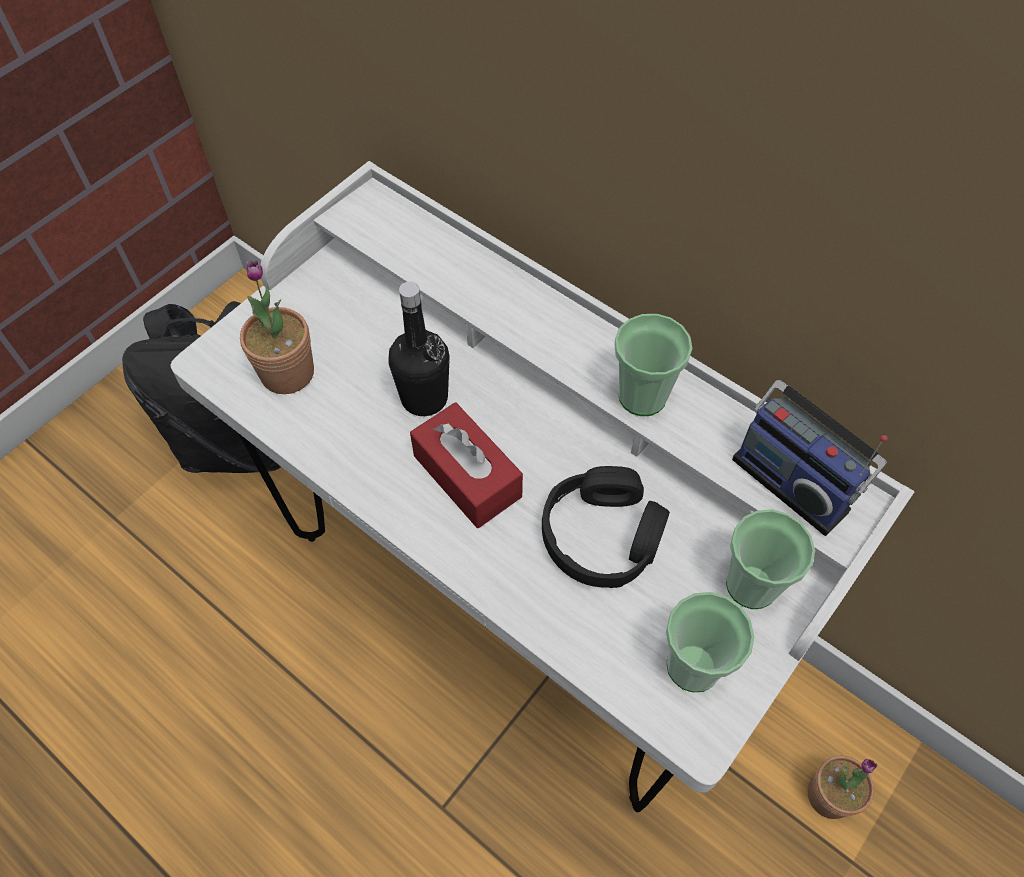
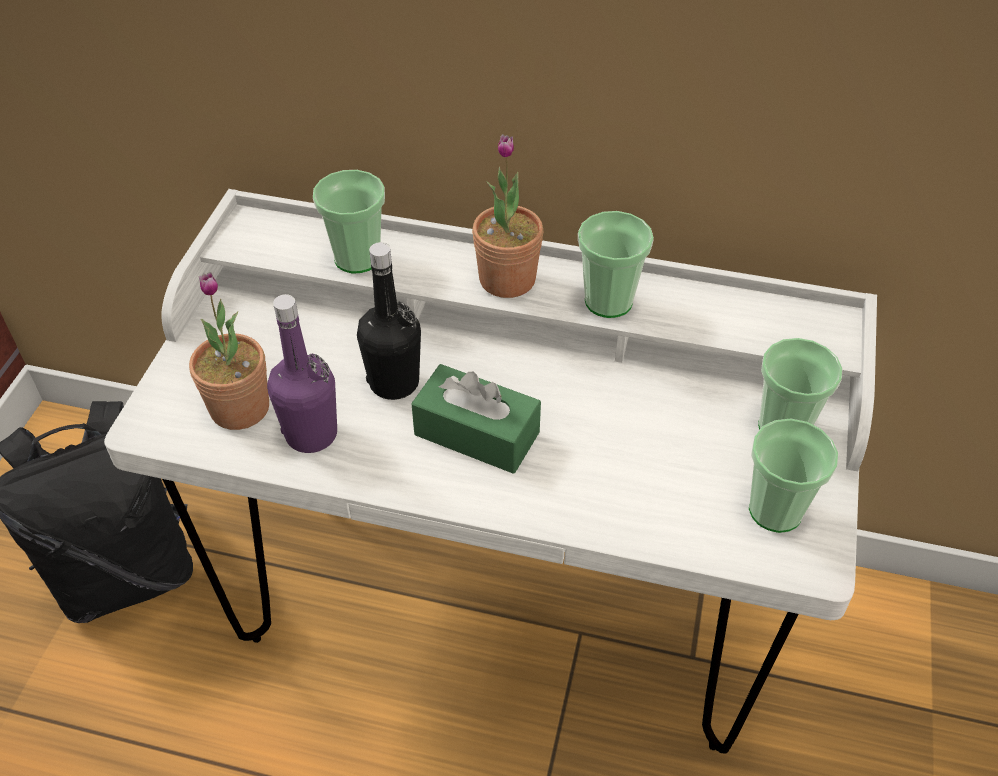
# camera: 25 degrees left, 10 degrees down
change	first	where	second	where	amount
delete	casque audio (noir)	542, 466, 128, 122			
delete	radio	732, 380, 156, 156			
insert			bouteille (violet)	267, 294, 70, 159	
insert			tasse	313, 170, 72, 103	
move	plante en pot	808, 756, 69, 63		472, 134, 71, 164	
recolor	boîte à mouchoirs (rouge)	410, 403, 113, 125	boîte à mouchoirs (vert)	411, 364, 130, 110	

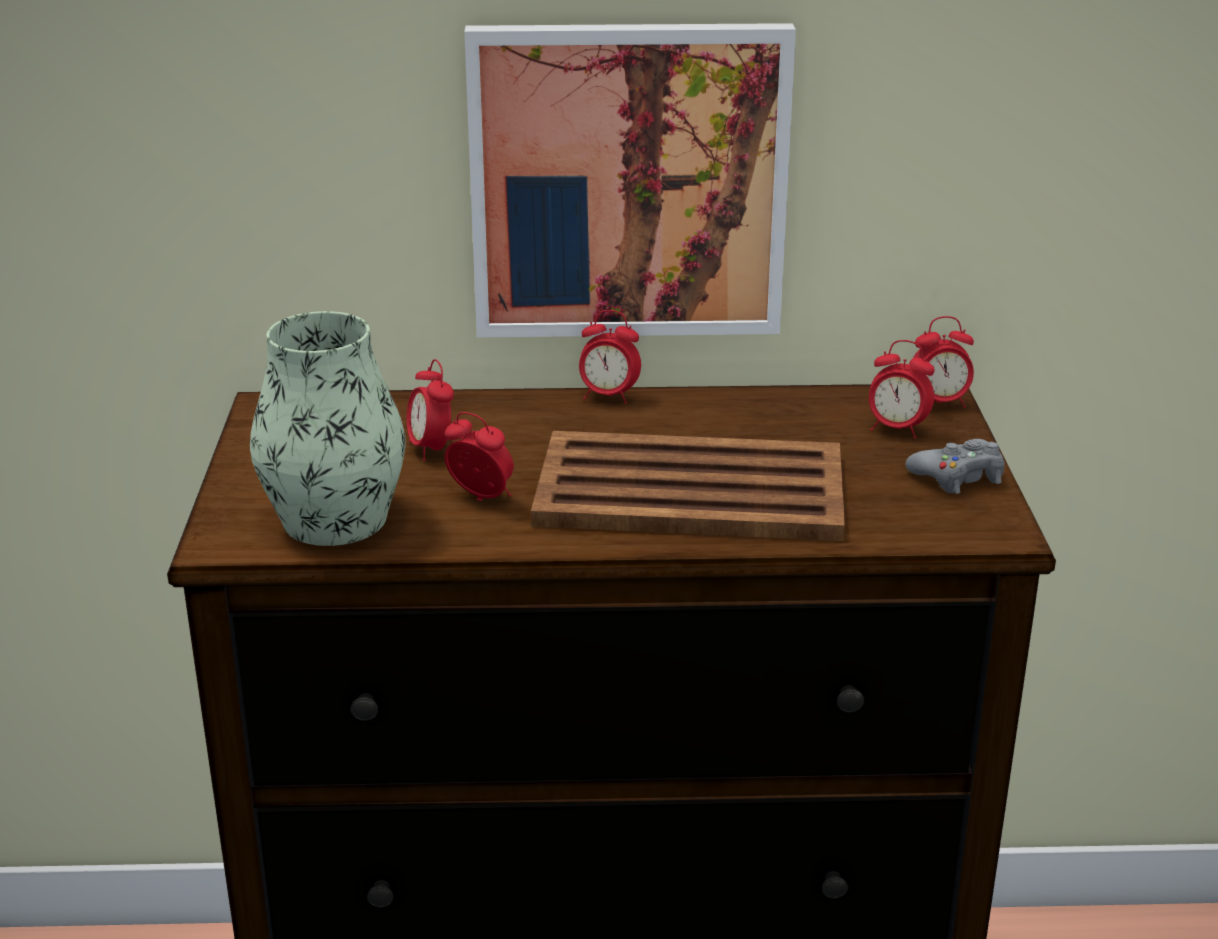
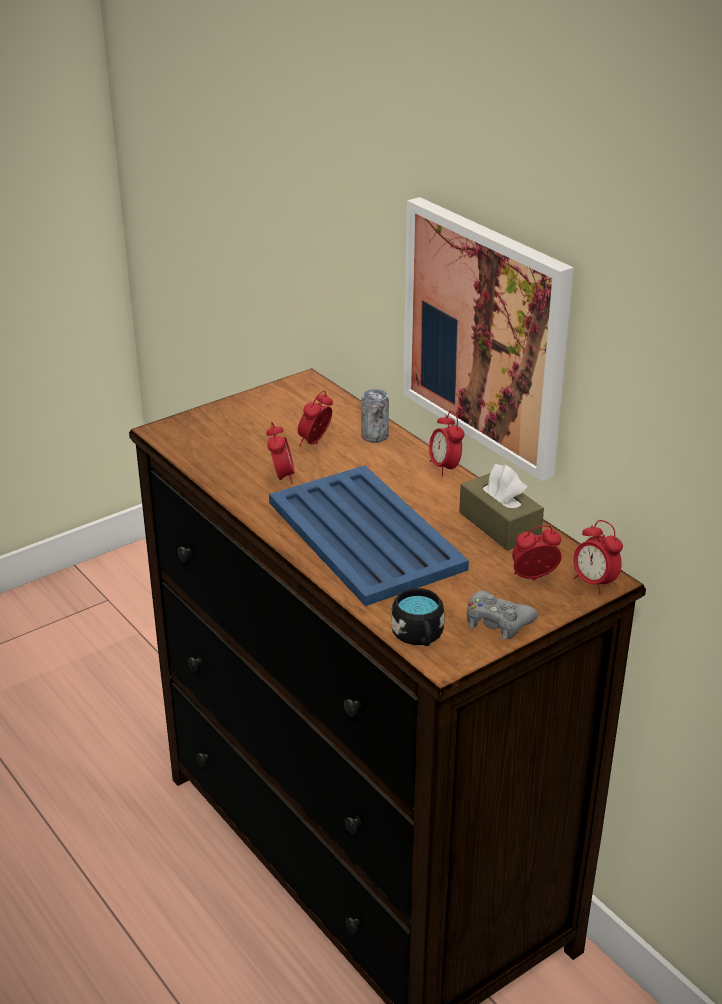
# camera: 55 degrees right, 5 degrees up
change	first	where	second	where	amount
delete	vase	250, 311, 155, 235			
insert			boîte métallique	361, 389, 28, 54	
insert			mug (noir)	391, 588, 54, 58	
insert			boîte à mouchoirs (marron)	459, 464, 85, 87	
recolor	plateau (marron)	531, 431, 314, 110	plateau (bleu)	269, 465, 200, 141	
rotate	réveil	869, 340, 66, 99		512, 526, 50, 55	90 degrees clockwise

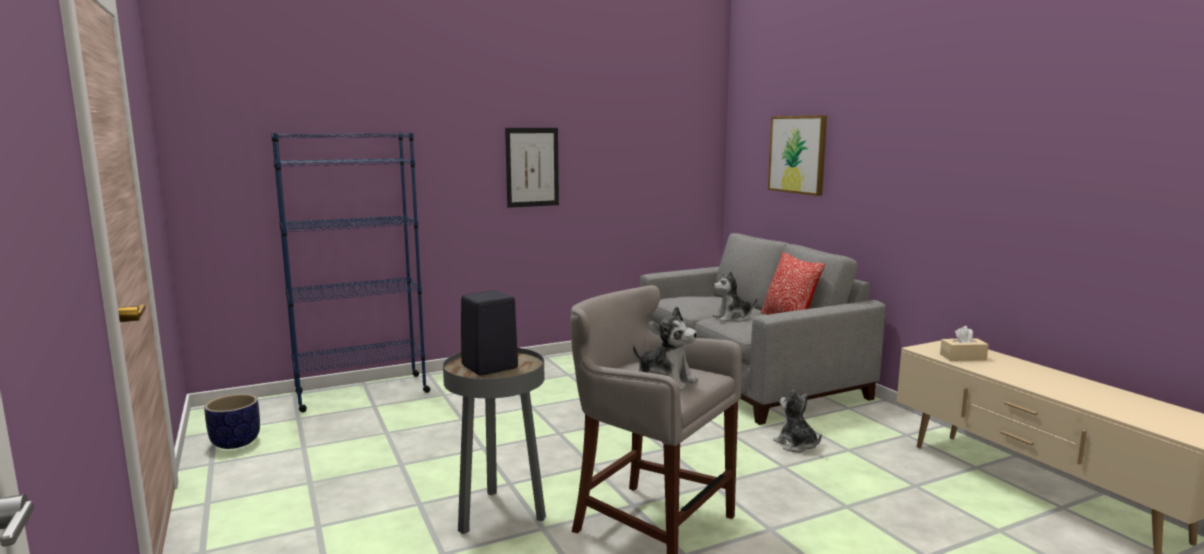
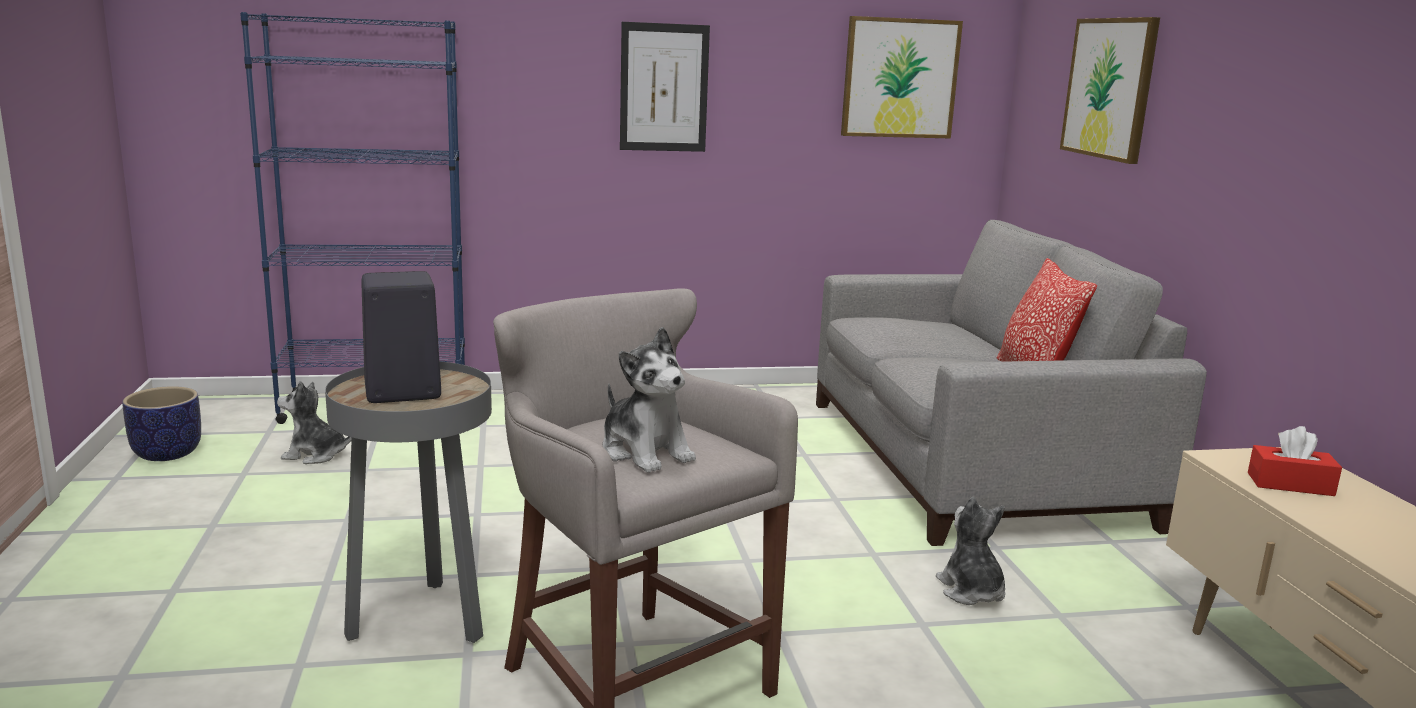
# camera: 15 degrees right, 5 degrees up
change	first	where	second	where	amount
insert			tableau	841, 16, 122, 123	
move	peluche	713, 271, 45, 51		277, 381, 75, 83	
recolor	boîte à mouchoirs (beige)	940, 326, 49, 35	boîte à mouchoirs (rouge)	1248, 426, 94, 70	

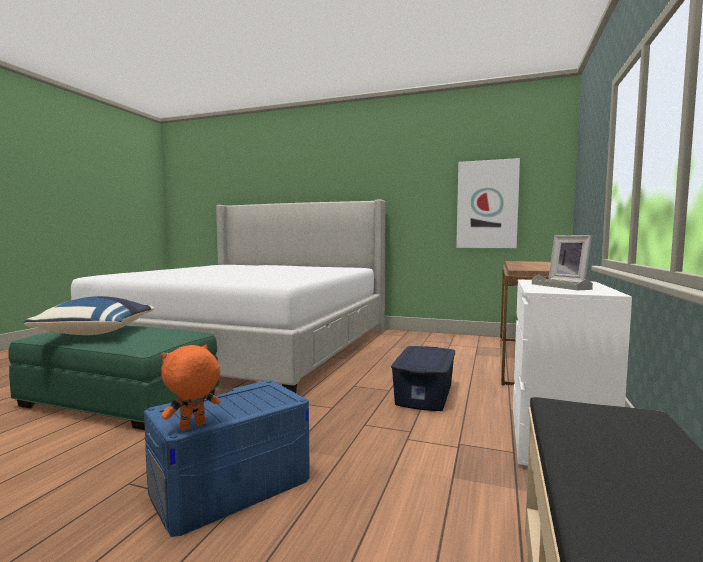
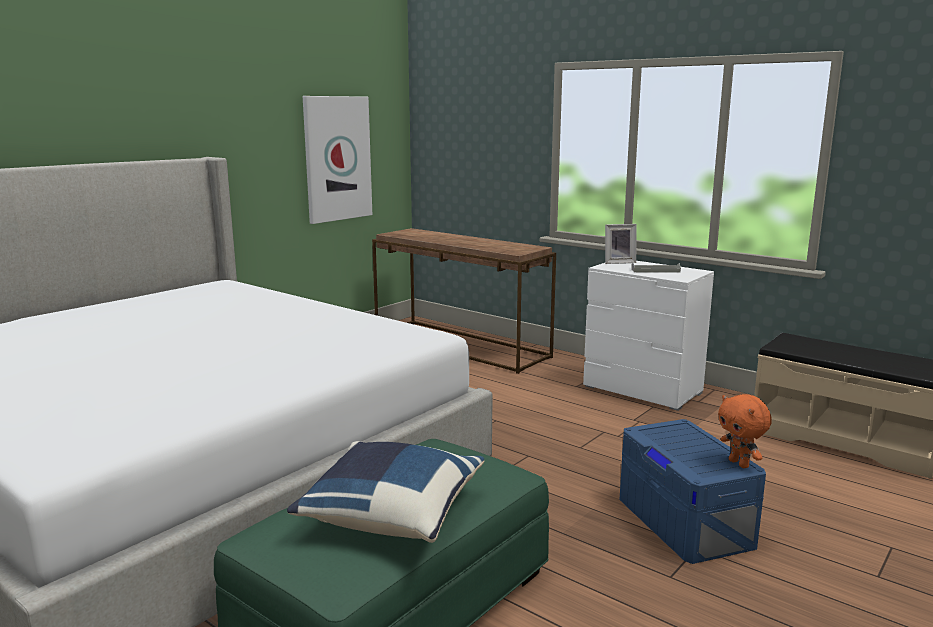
# camera: 70 degrees left, 10 degrees up
change	first	where	second	where	amount
delete	boîte de rangement (bleu)	391, 346, 64, 65			

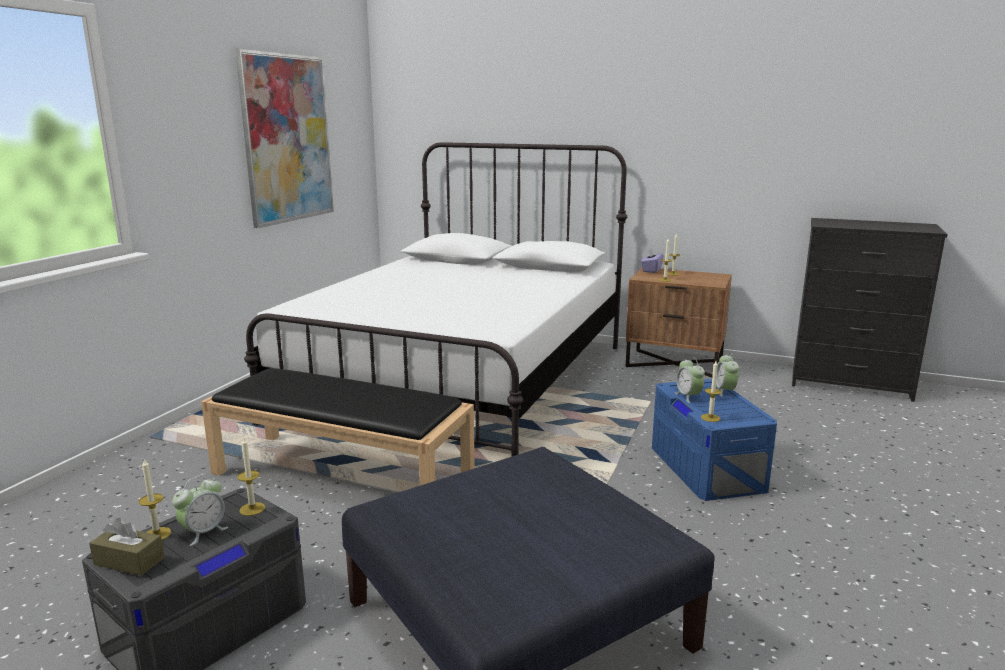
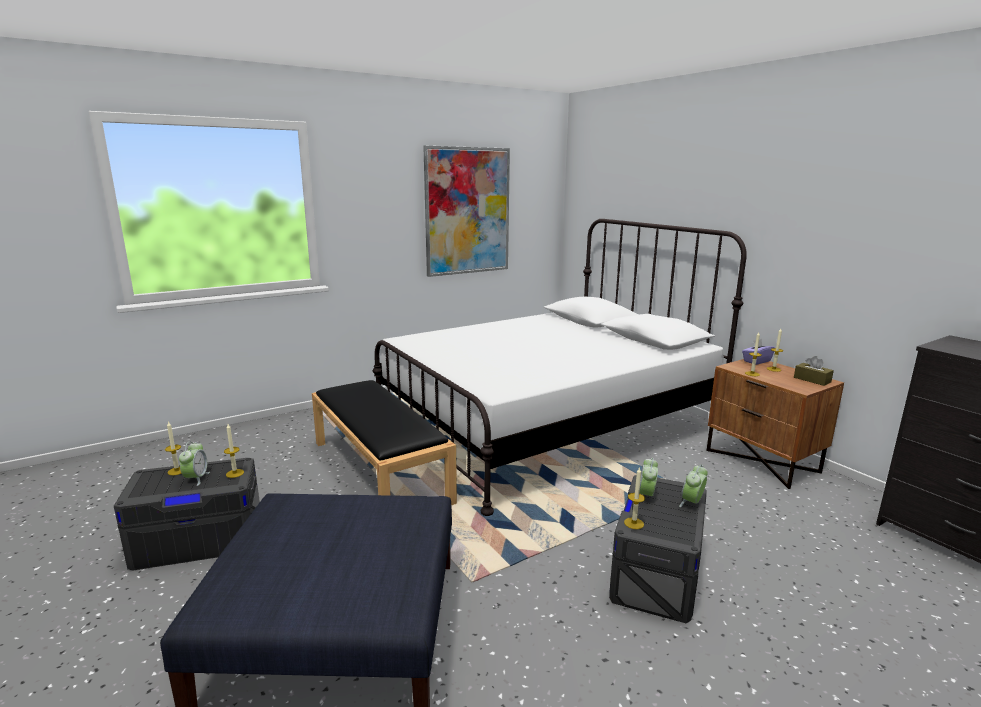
# camera: 35 degrees right, 0 degrees up
change	first	where	second	where	amount
move	boîte à mouchoirs (marron)	89, 518, 76, 58		794, 356, 40, 30	
recolor	boîte de rangement (bleu)	652, 379, 125, 122	boîte de rangement (gris)	609, 475, 98, 149	
rotate	réveil	172, 476, 56, 70		179, 441, 31, 45	75 degrees counterclockwise

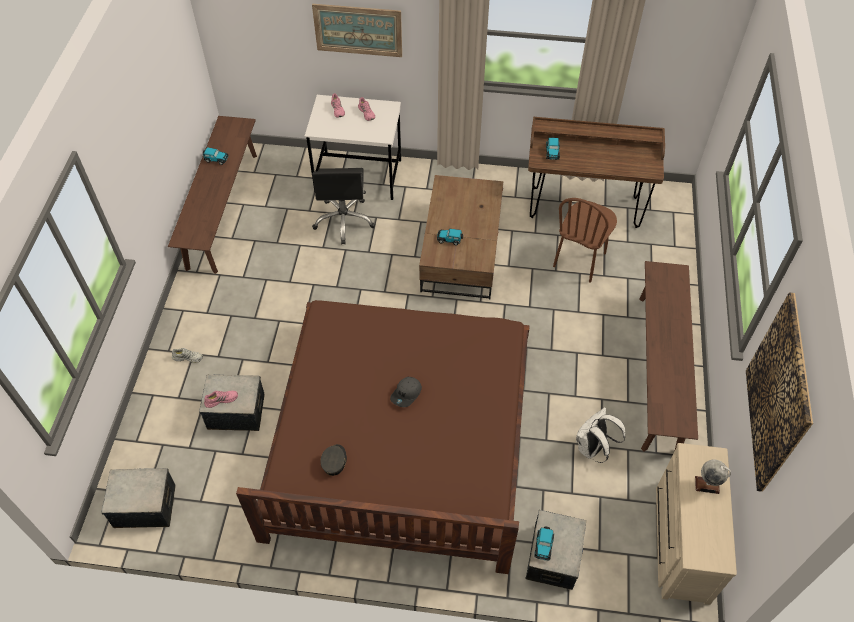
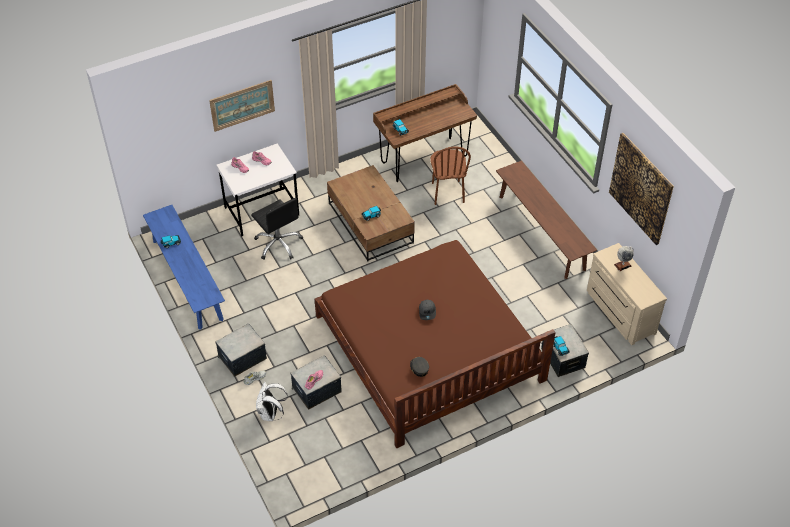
# camera: 35 degrees left, 5 degrees down
change	first	where	second	where	amount
move	boîte de rangement	102, 468, 74, 60		215, 324, 52, 53	
move	sac à dos (blanc)	576, 407, 49, 56		256, 382, 32, 39	
recolor	banc (marron)	168, 116, 89, 158	banc (bleu)	143, 205, 82, 125	

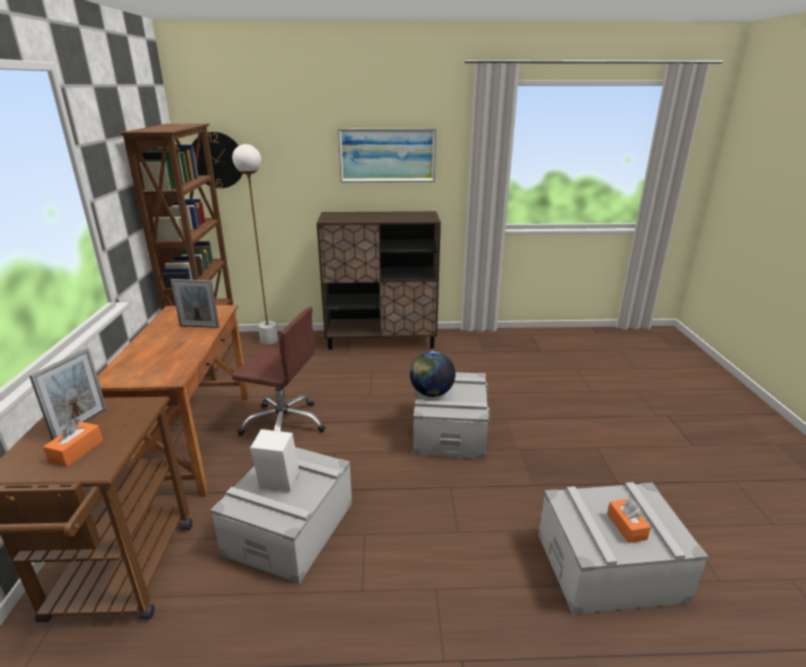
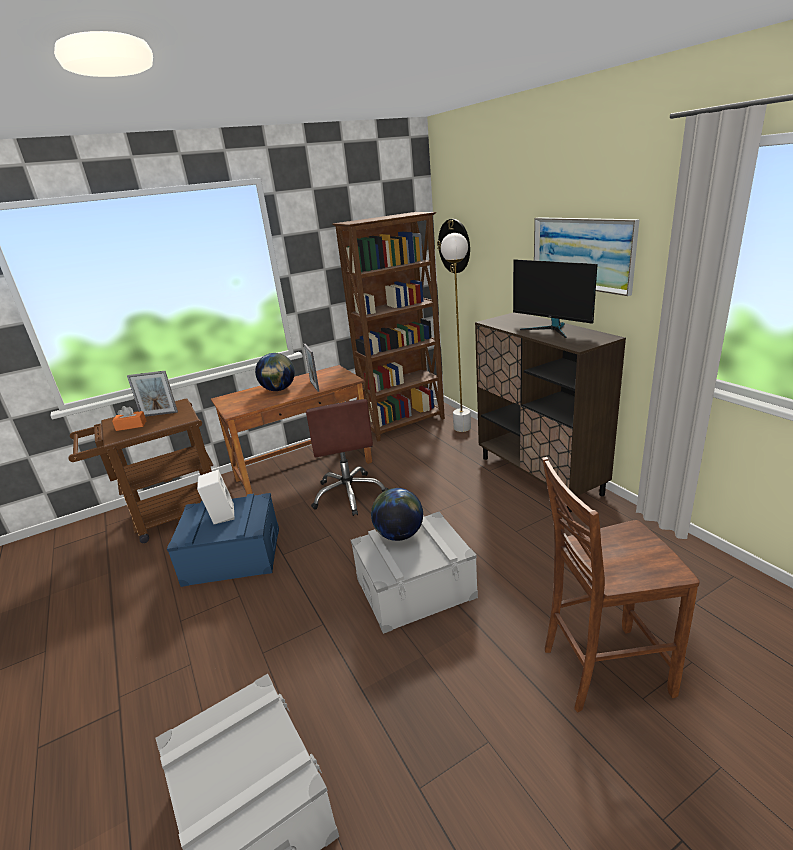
# camera: 65 degrees right, 0 degrees up
change	first	where	second	where	amount
delete	boîte à mouchoirs (orange)	607, 498, 44, 45			
insert			globe	255, 353, 40, 38	
insert			écran d'ordinateur	513, 259, 85, 79	
insert			chaise (marron)	542, 457, 158, 255	
recolor	boîte de rangement (gris)	211, 447, 141, 137	boîte de rangement (bleu)	167, 493, 112, 94	

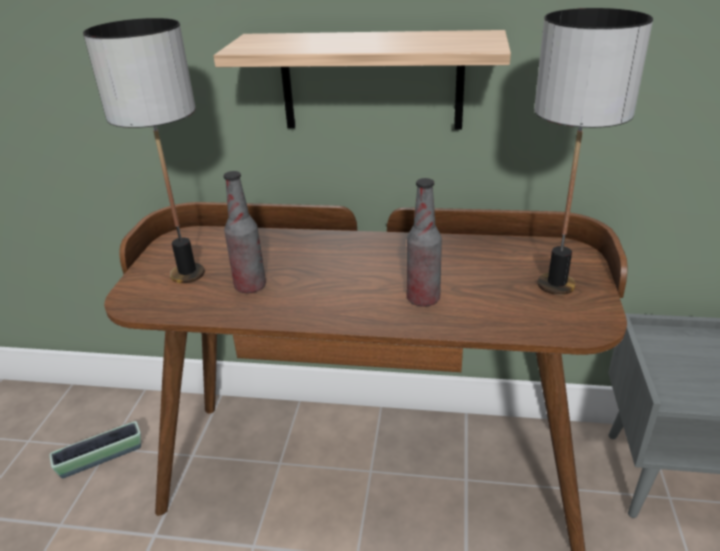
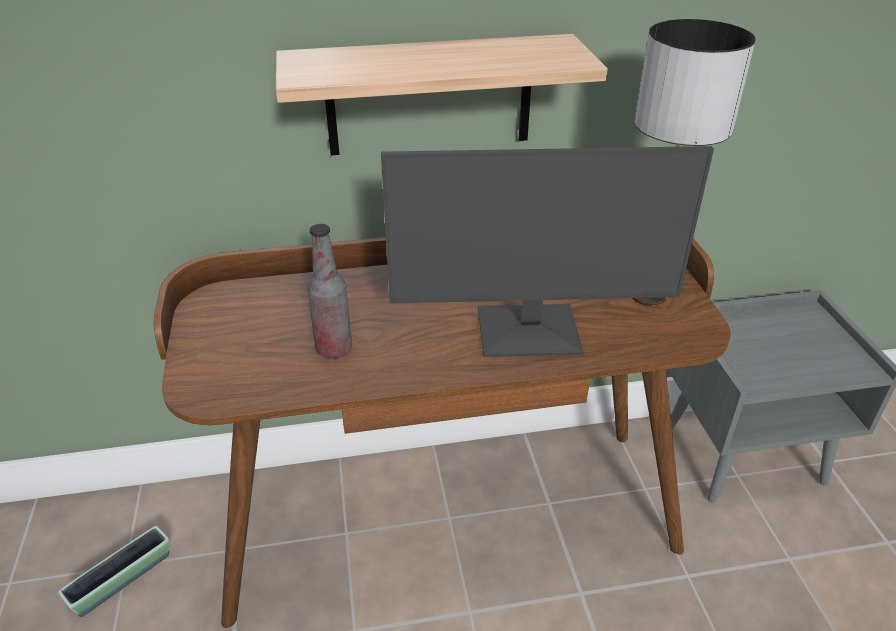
# camera: 20 degrees left, 5 degrees up
change	first	where	second	where	amount
delete	lampe de table	83, 18, 122, 265			
replace	bouteille	407, 178, 35, 129	écran d'ordinateur	381, 146, 333, 211	

